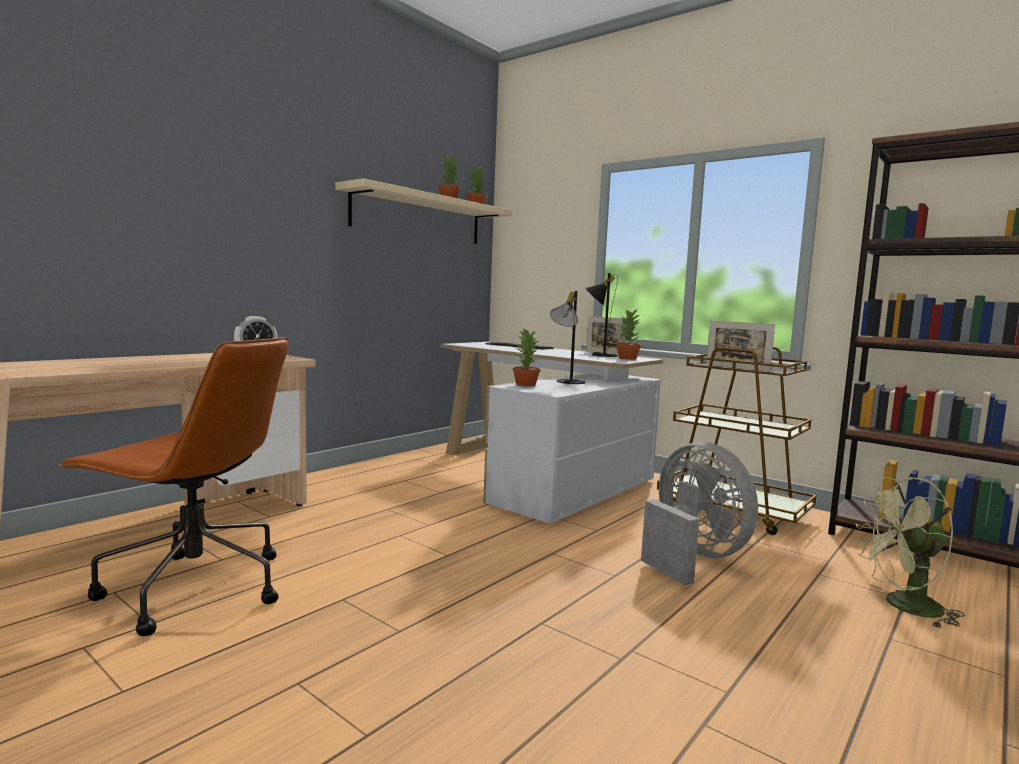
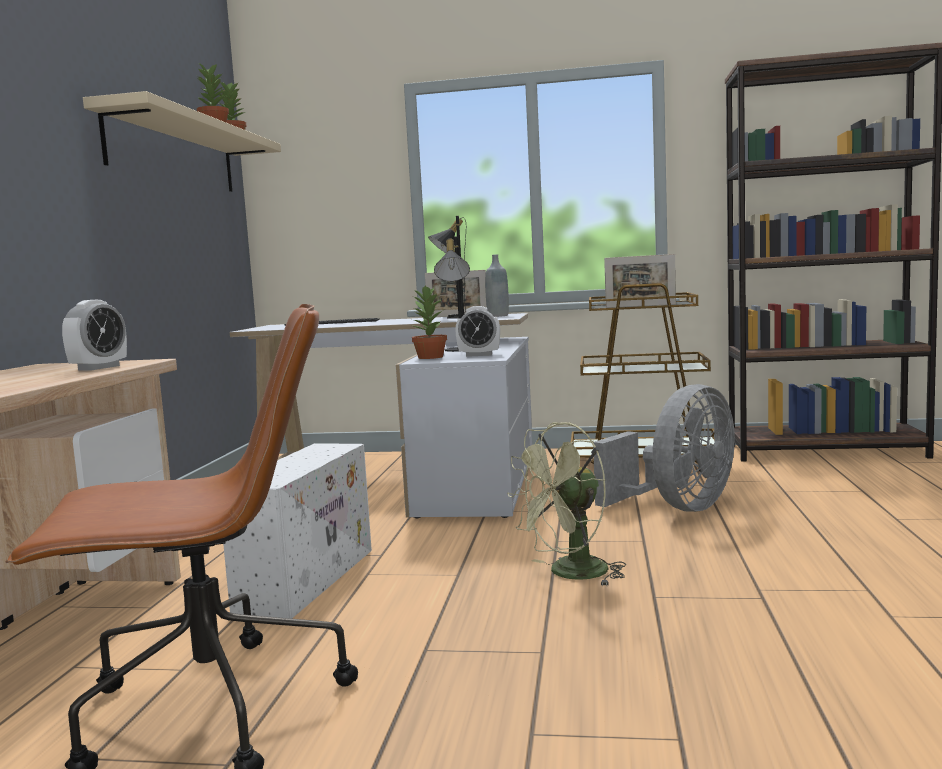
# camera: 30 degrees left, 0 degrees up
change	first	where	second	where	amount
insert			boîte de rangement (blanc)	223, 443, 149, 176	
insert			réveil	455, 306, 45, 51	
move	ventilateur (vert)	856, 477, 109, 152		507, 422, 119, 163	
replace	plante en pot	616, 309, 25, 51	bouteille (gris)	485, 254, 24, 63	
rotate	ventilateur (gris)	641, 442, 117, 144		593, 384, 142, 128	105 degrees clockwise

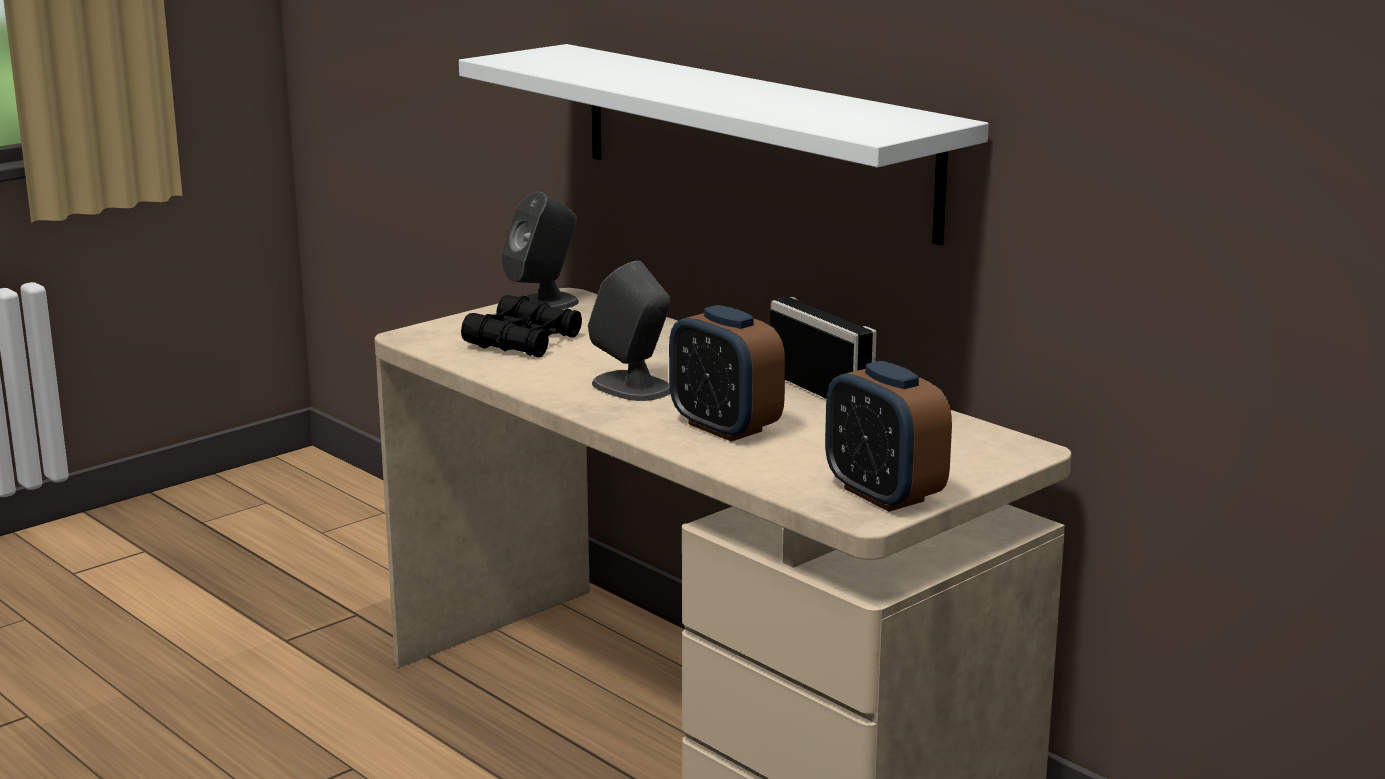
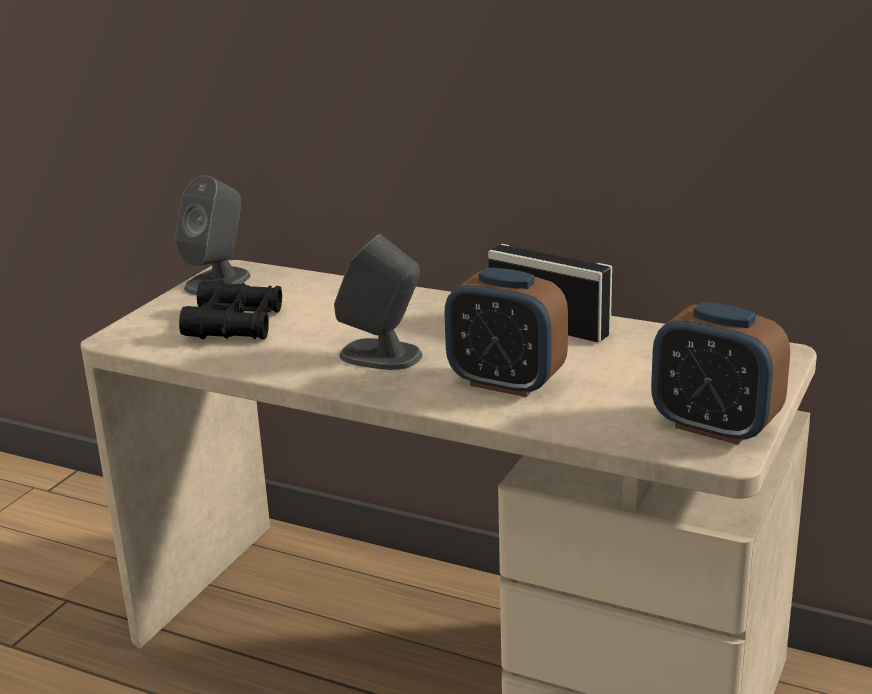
# camera: 20 degrees left, 5 degrees up
change	first	where	second	where	amount
delete	étagère (blanc)	459, 44, 530, 201			

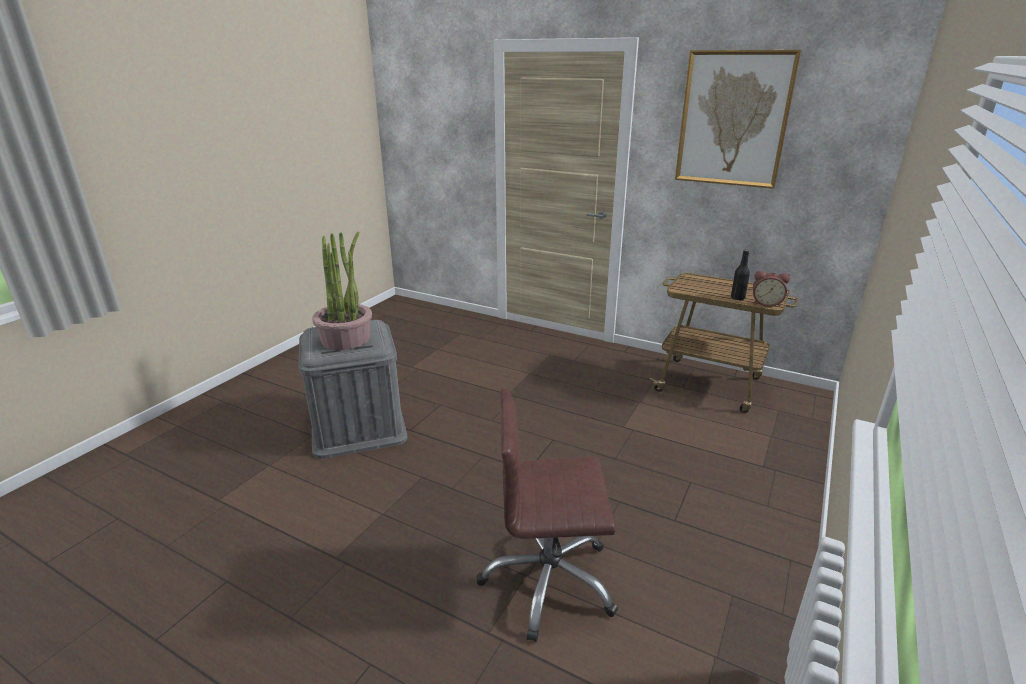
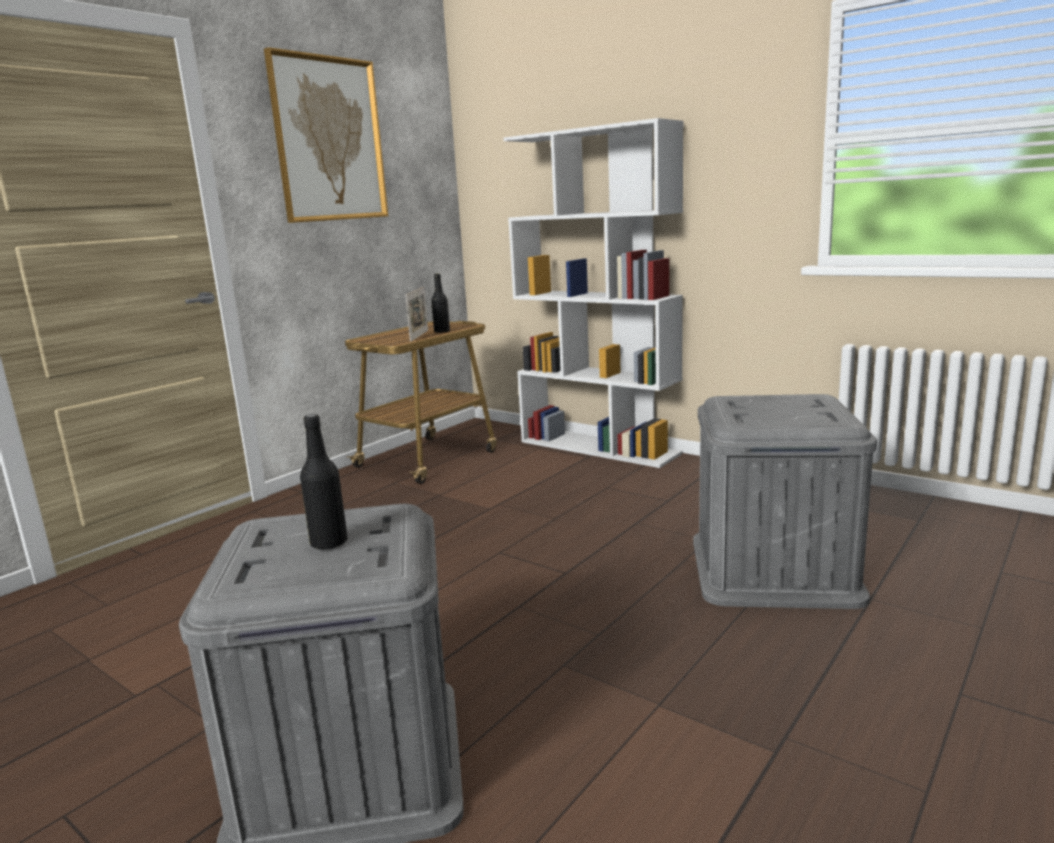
# camera: 80 degrees left, 10 degrees down
change	first	where	second	where	amount
delete	réveil	753, 271, 37, 36			
insert			cadre photo	405, 287, 23, 55	
insert			bibliothèque (blanc)	503, 118, 180, 350	
replace	plante en pot	312, 232, 60, 118	bouteille (noir)	300, 414, 47, 136	
replace	chaise de bureau (marron)	477, 388, 141, 254	boîte de rangement (gris)	693, 394, 184, 215	

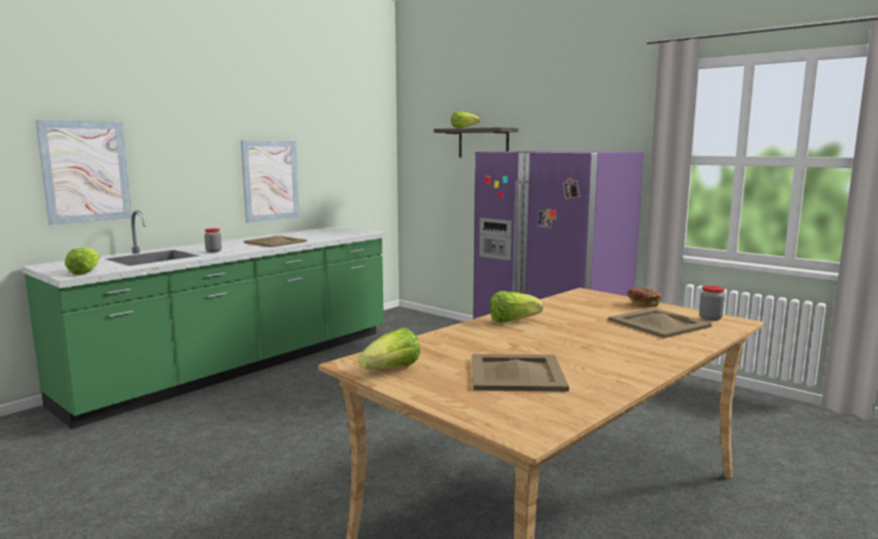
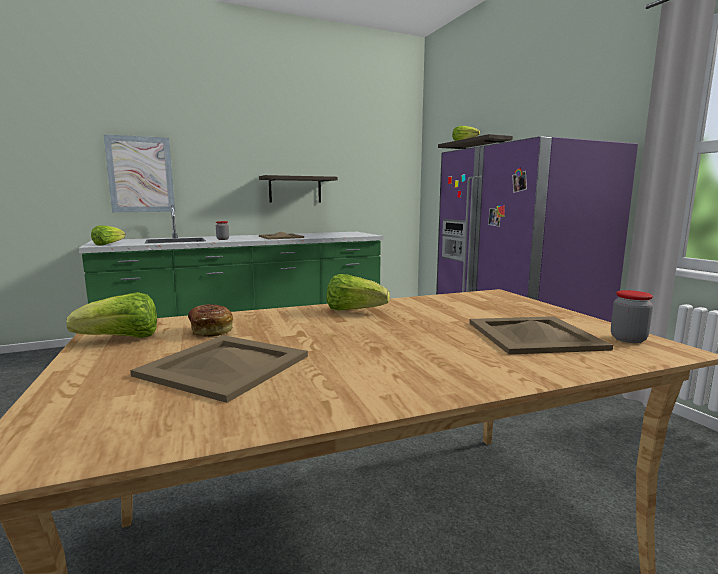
# camera: 25 degrees right, 0 degrees up
change	first	where	second	where	amount
move	pain	627, 287, 34, 20		188, 304, 45, 33	
replace	tableau	241, 141, 58, 82	étagère	259, 175, 79, 28	

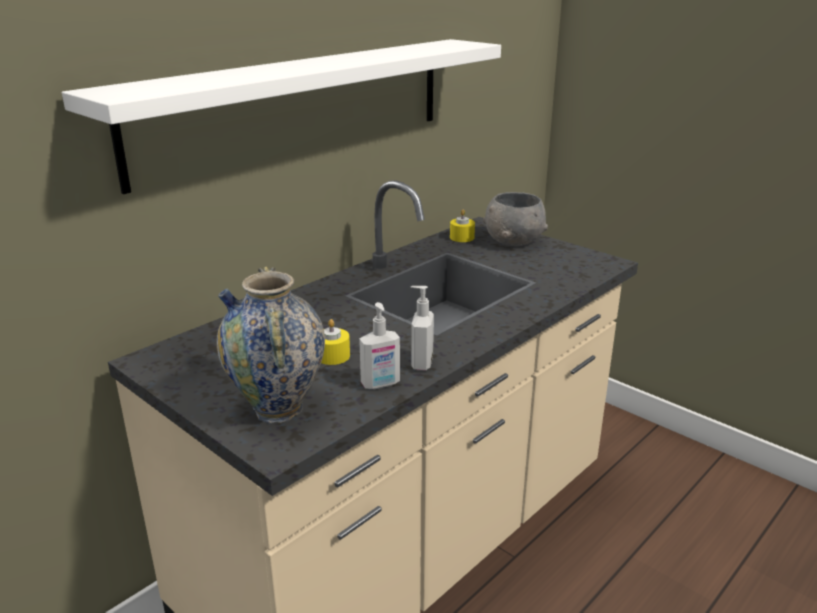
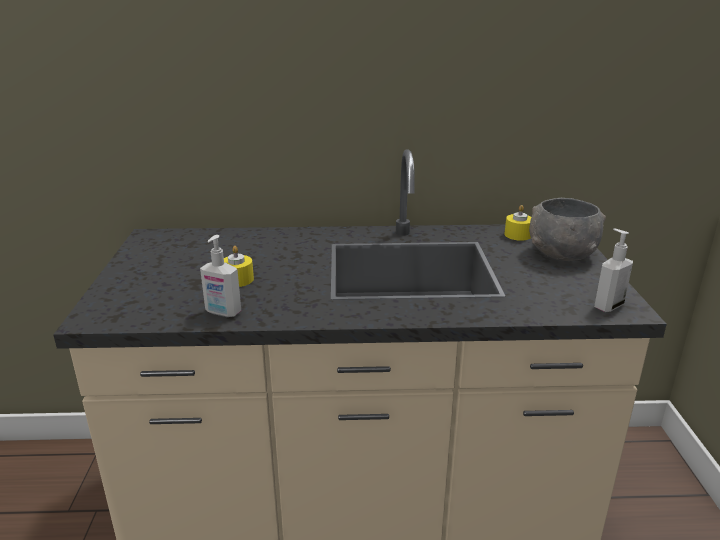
# camera: 45 degrees right, 0 degrees up
change	first	where	second	where	amount
delete	étagère (blanc)	62, 39, 439, 155			
delete	vase	217, 267, 108, 156			
move	distributeur de savon	411, 286, 23, 84		594, 228, 39, 84	

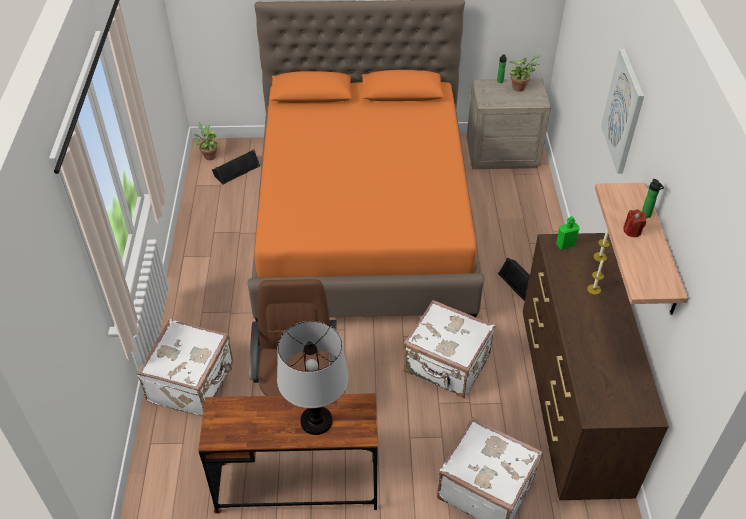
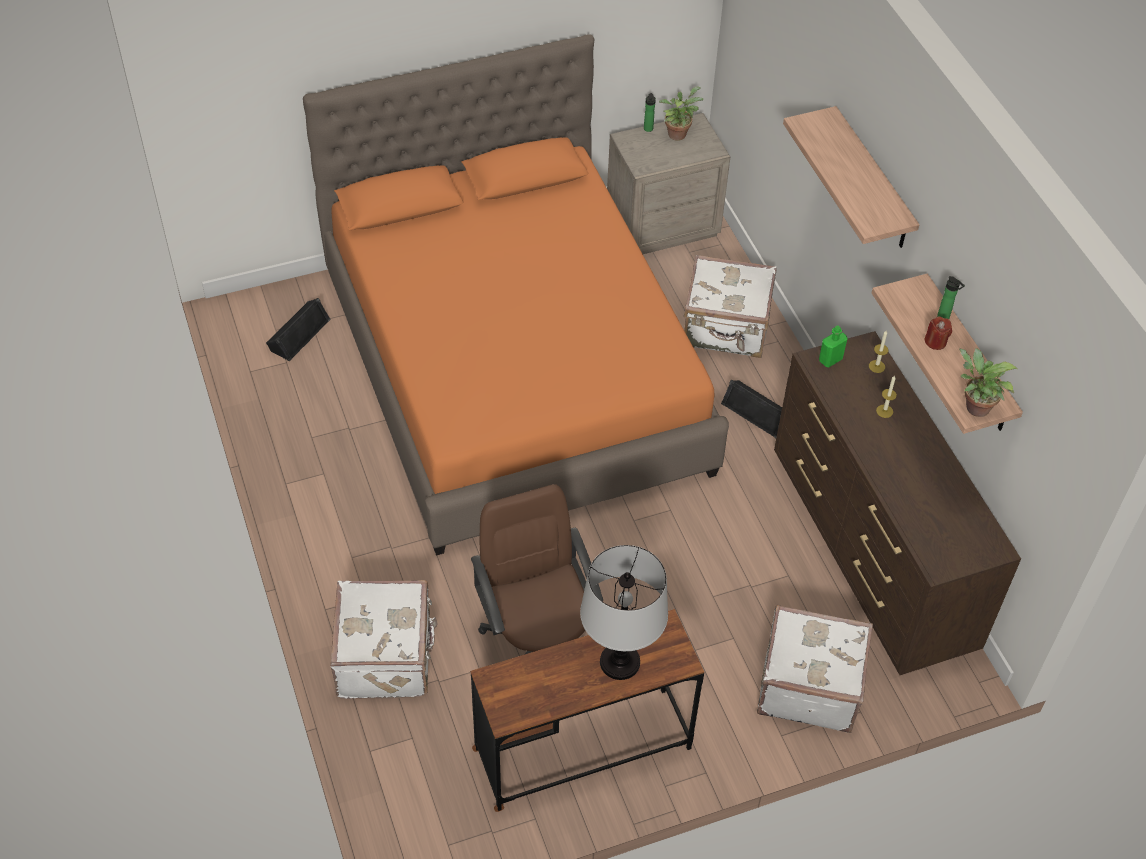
# camera: 20 degrees left, 5 degrees up
change	first	where	second	where	amount
move	plante en pot	194, 123, 25, 37		959, 348, 59, 69	
move	valise (blanc)	403, 300, 92, 98		684, 255, 93, 103	
replace	tableau	601, 49, 43, 125	étagère	783, 106, 136, 142	

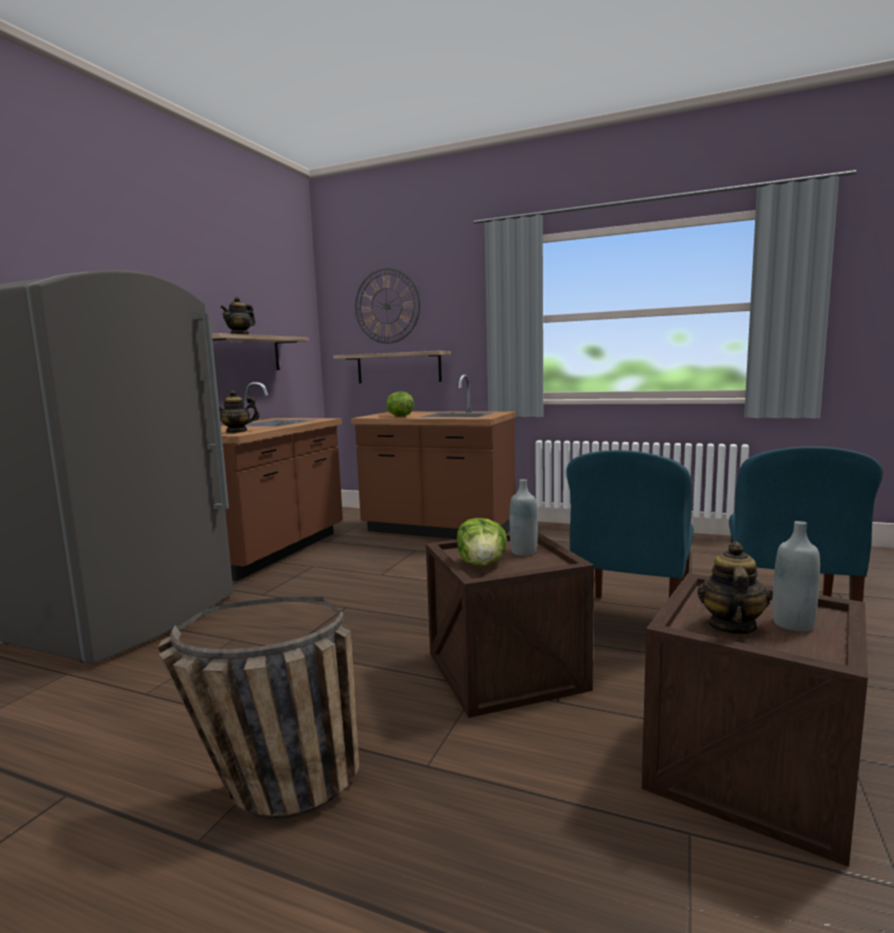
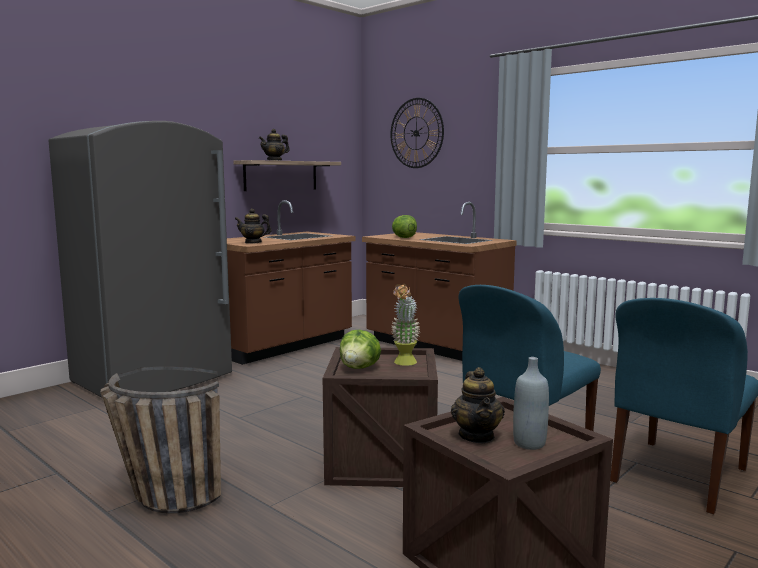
# camera: 20 degrees right, 0 degrees up
change	first	where	second	where	amount
delete	étagère	333, 351, 118, 33			
replace	bouteille (gris)	510, 479, 28, 77	plante en pot	392, 284, 28, 82	
rotate	théière	698, 542, 73, 92		451, 367, 54, 76	135 degrees clockwise

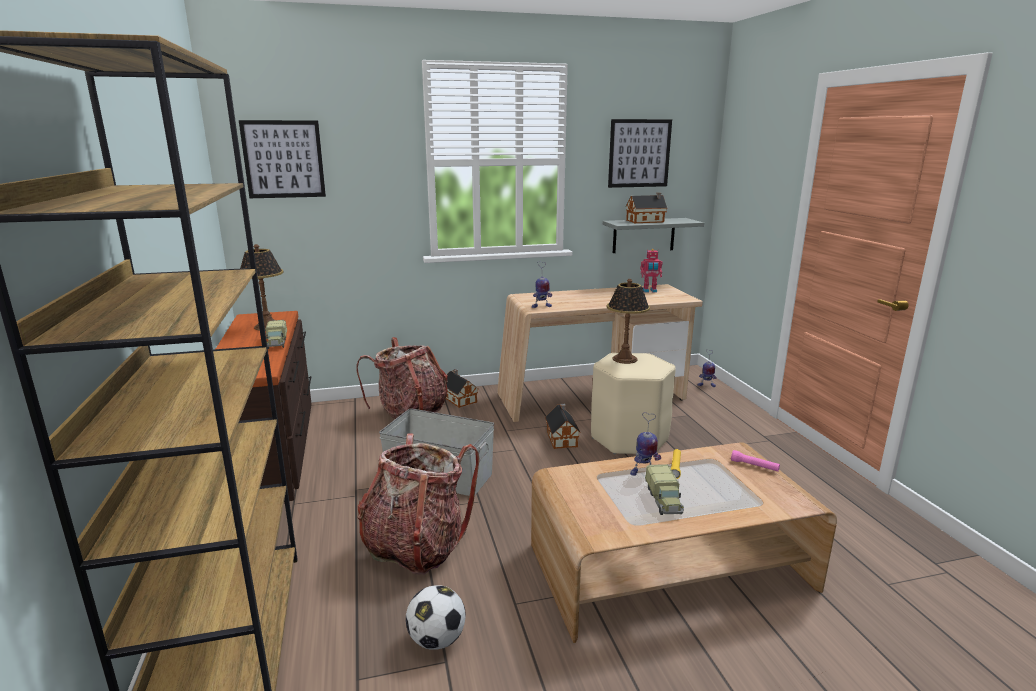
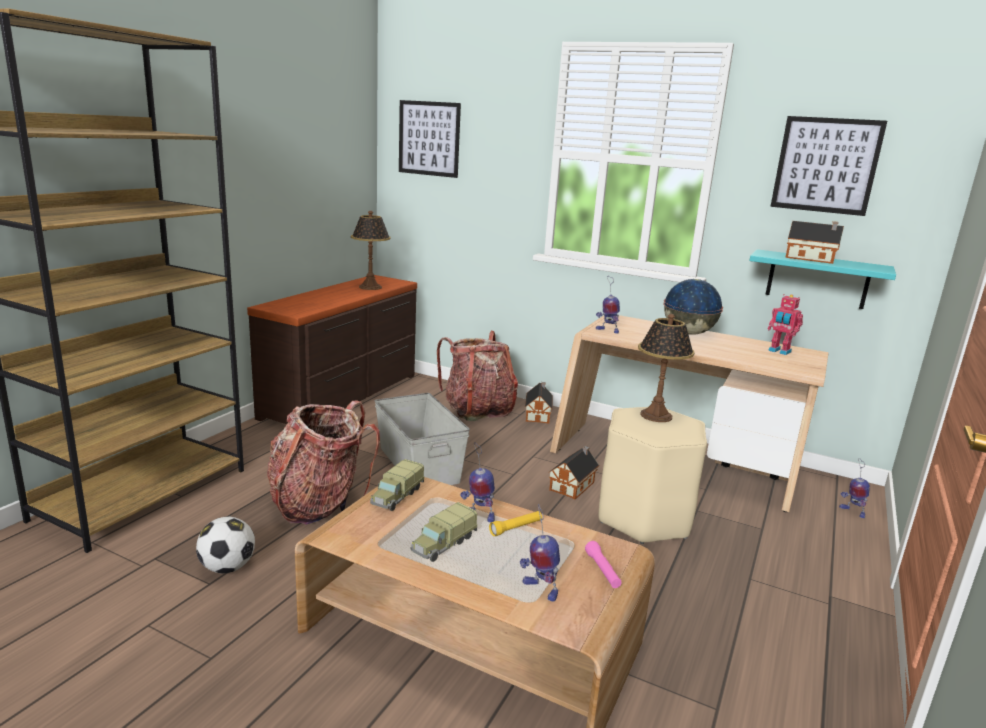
# camera: 40 degrees right, 0 degrees up
change	first	where	second	where	amount
insert			robot jouet	520, 504, 40, 97	
insert			globe	663, 279, 60, 56	
move	camion jouet	265, 320, 22, 29		370, 459, 54, 52	
recolor	étagère (gris)	603, 218, 101, 35	étagère (turquoise)	749, 249, 147, 60	

